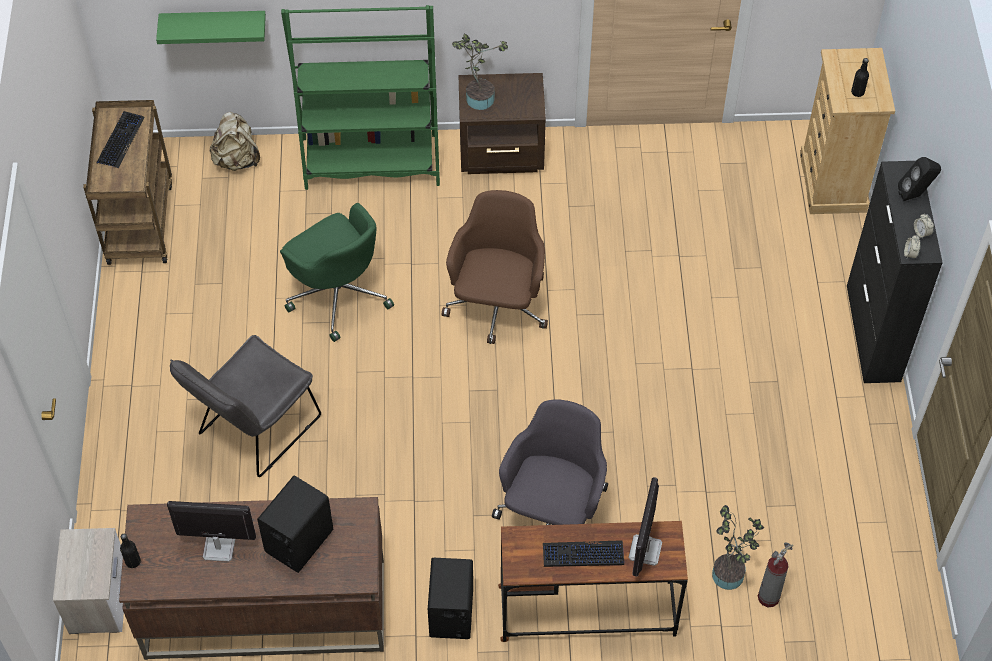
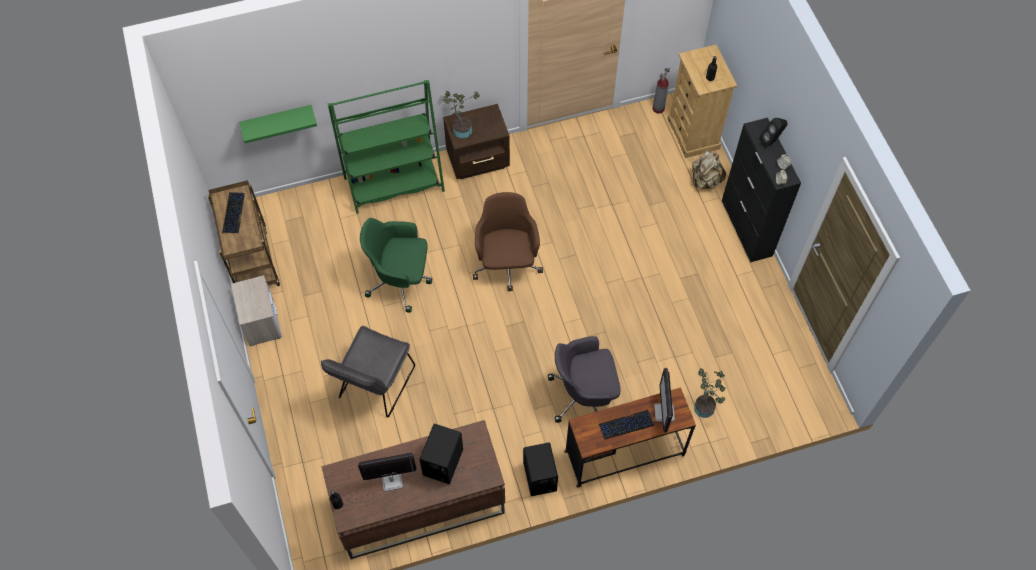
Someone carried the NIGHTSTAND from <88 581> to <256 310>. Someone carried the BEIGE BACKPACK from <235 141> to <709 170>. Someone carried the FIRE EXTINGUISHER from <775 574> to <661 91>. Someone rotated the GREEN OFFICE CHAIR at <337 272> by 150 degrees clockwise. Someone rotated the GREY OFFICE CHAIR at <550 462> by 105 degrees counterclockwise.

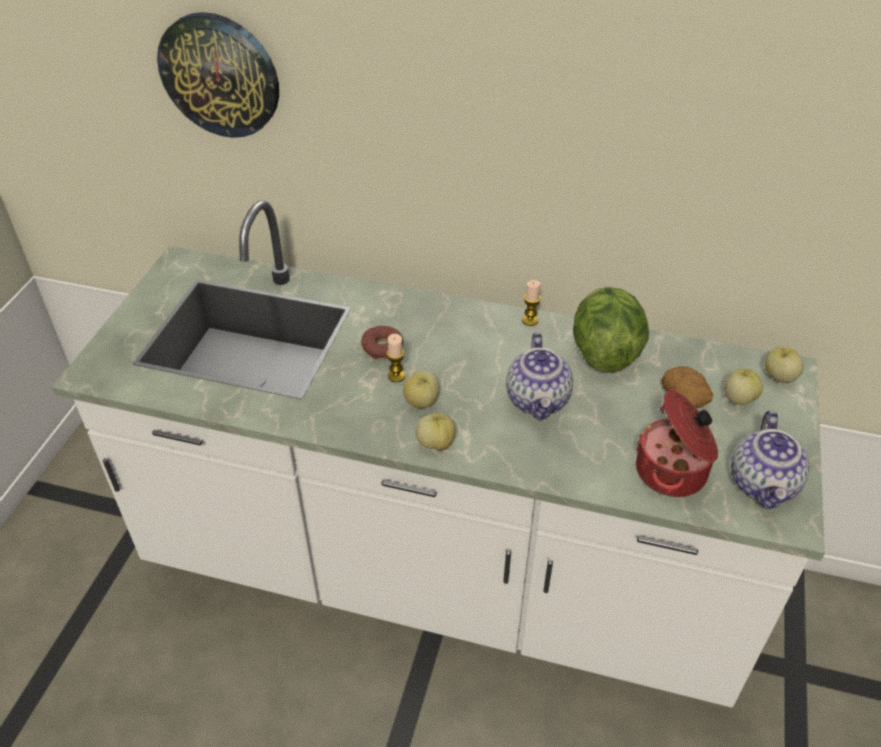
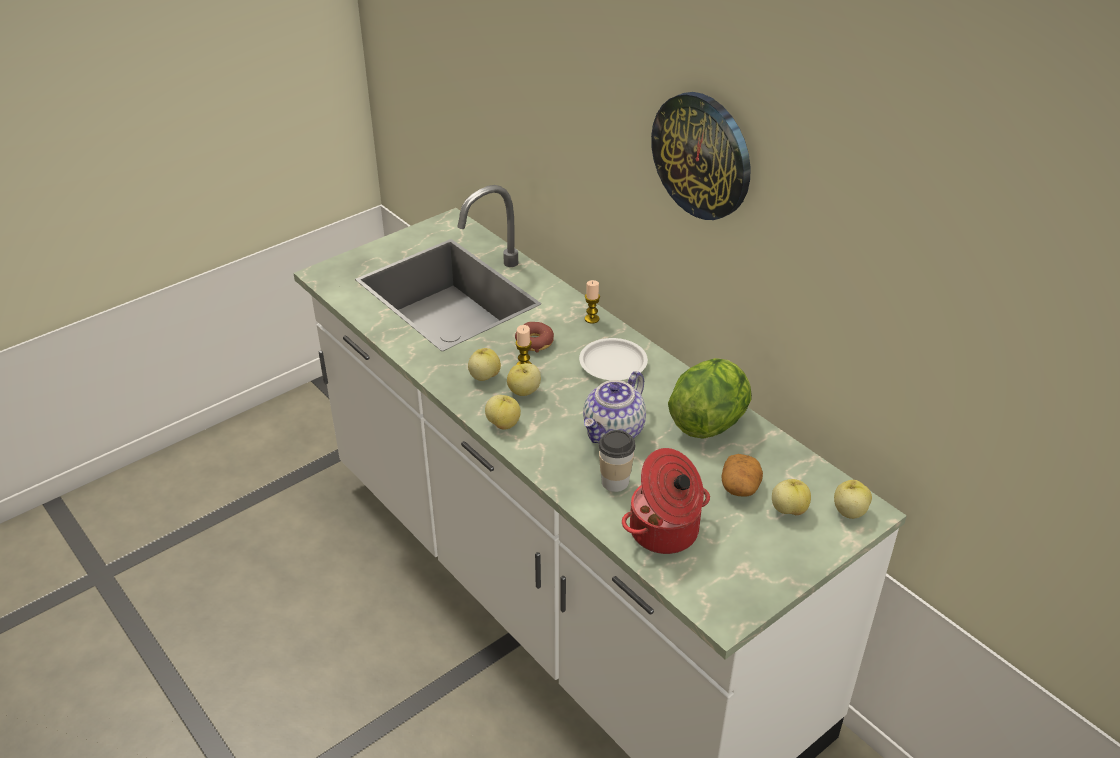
Someone took away the TEAPOT at <770 460>. Someone put down the APPLE at <484 364>. Someone put down the WHITE PLATE at <613 359>. Someone put down the CUP at <617 461>. Someone carried the WALL CLOCK from <218 75> to <701 156>. Someone carried the CANDLE from <531 303> to <592 302>.

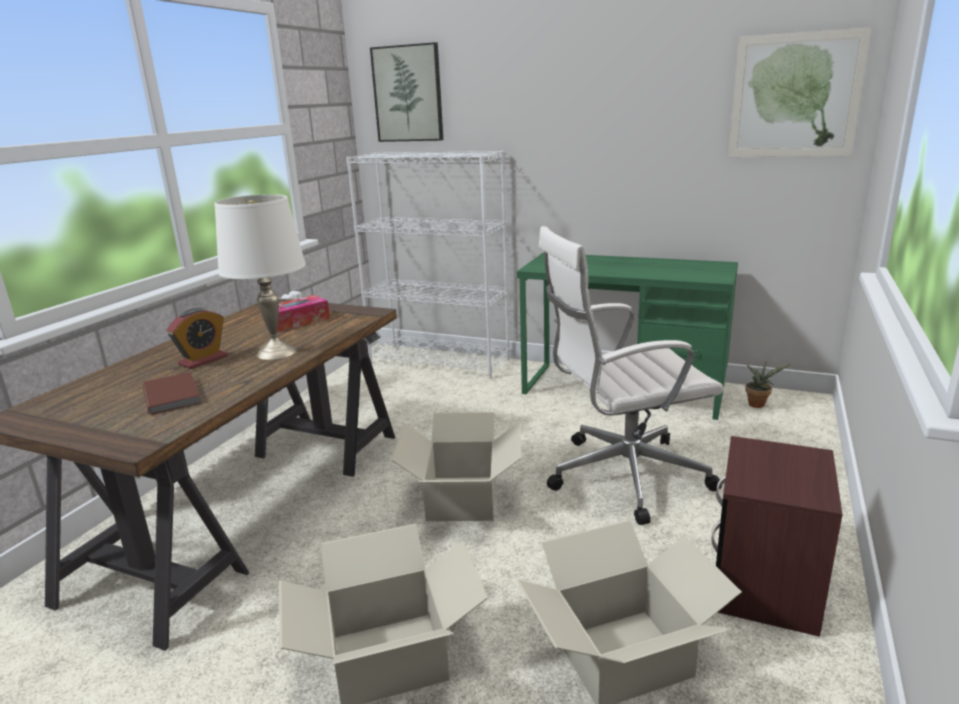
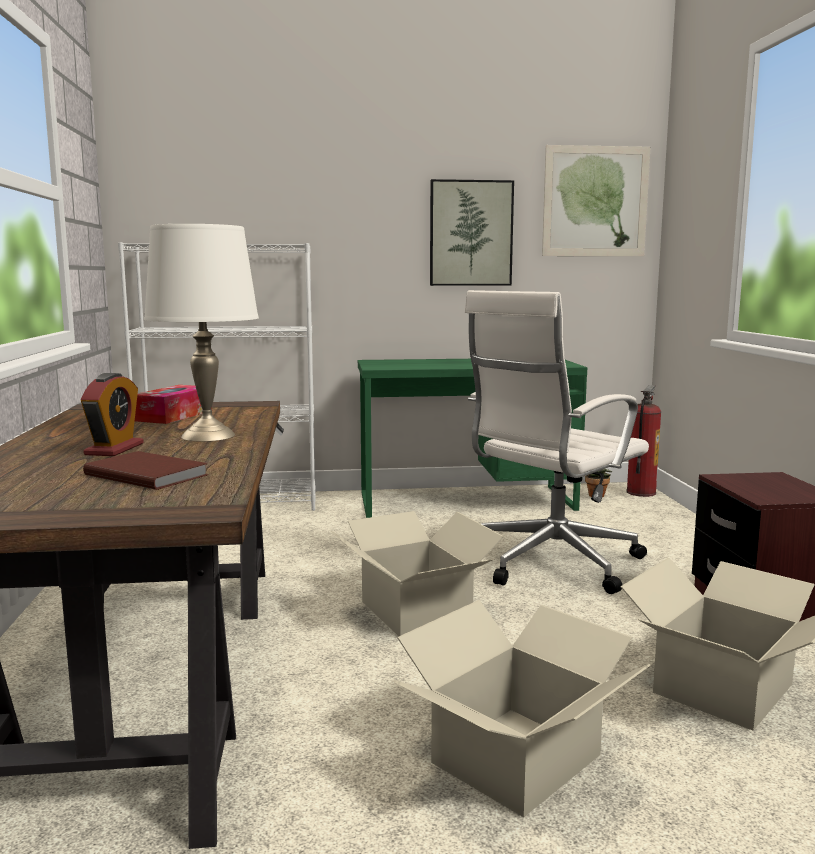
Someone put down the FIRE EXTINGUISHER at <644 441>. Someone carried the PICTURE from <406 92> to <472 232>.

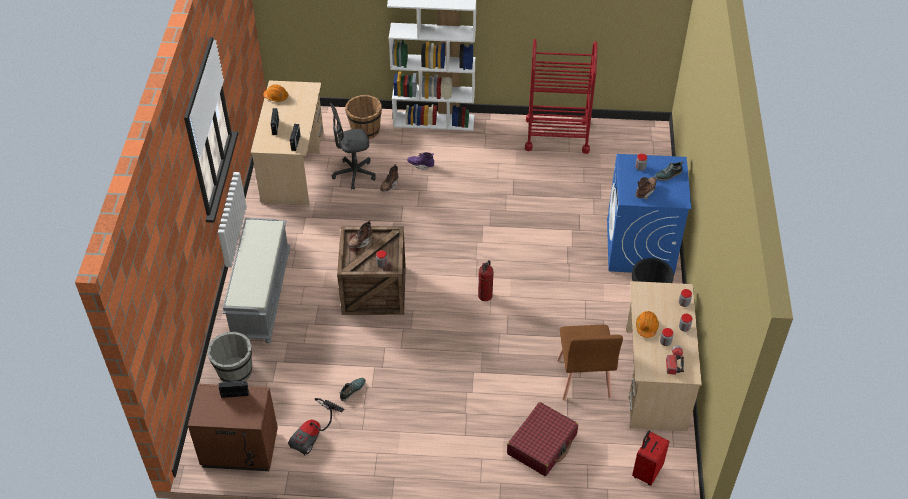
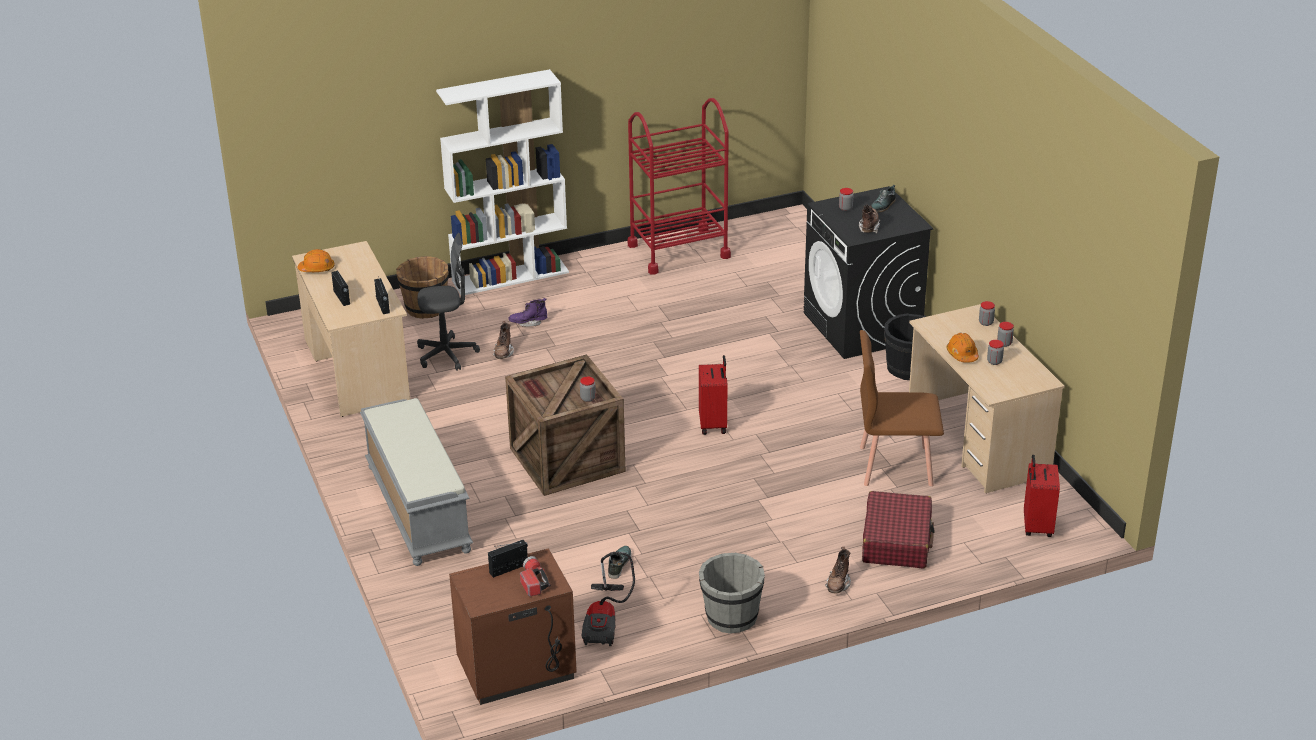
Someone carried the GREY BUCKET from <229 357> to <732 593>. Someone carried the BROWN BOOT from <360 234> to <838 570>. Someone carried the FLASHLIGHT from <675 360> to <535 576>. Someone swapped the FIRE EXTINGUISHER at <486 280> for the RED SUITCASE at <713 395>. Someone repainted the BLUE WASHING MACHINE at <649 214>, which became the BLACK WASHING MACHINE at <868 272>. Someone rotated the GREY OFFICE CHAIR at <353 146> by 150 degrees counterclockwise. Someone rotated the BROWN CHAIR at <590 362> by 120 degrees clockwise.

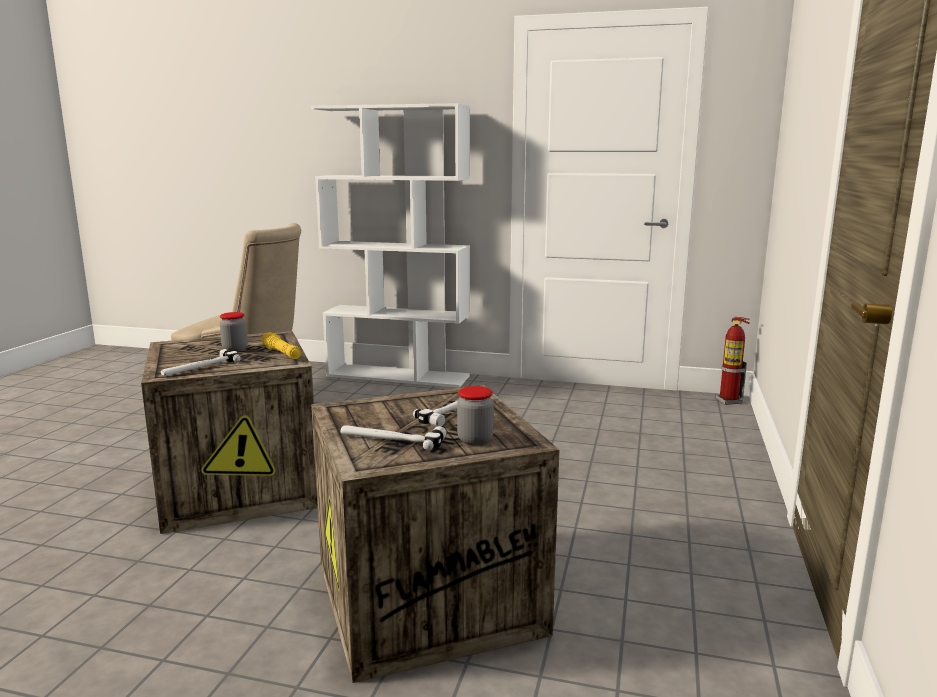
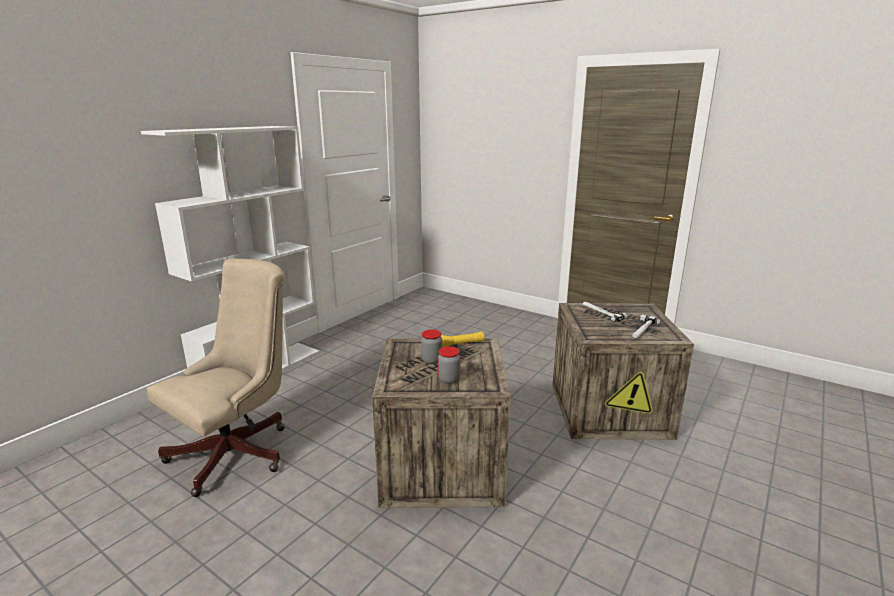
Someone took away the HAMMER at <201 362>. Someone took away the FIRE EXTINGUISHER at <733 361>. Someone carried the JAR from <475 416> to <449 365>.

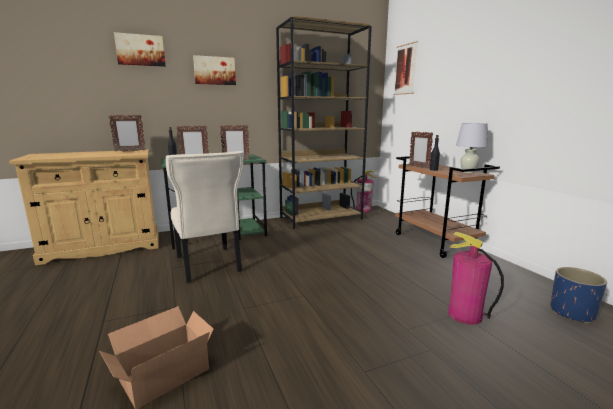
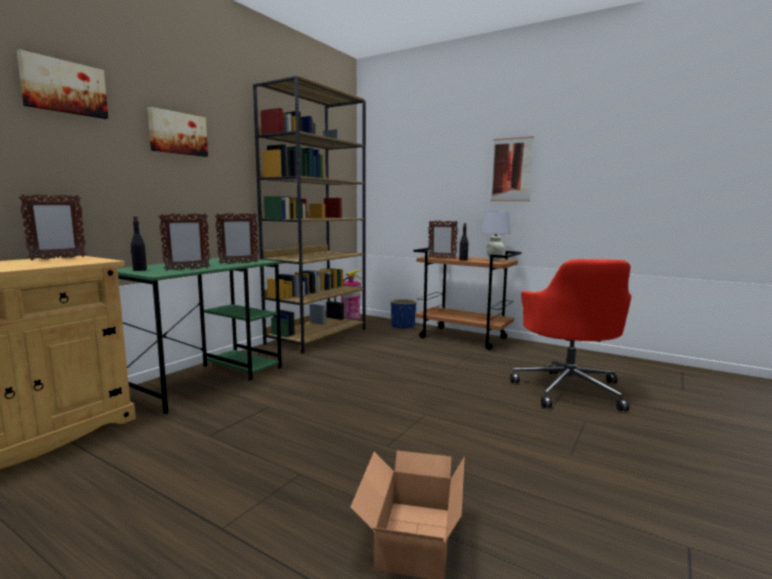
Someone took away the BEIGE CHAIR at <205 217>. Someone carried the PICTURE from <406 68> to <512 168>. Someone carried the BLUE PLANTER from <578 295> to <403 314>. Someone swapped the FIRE EXTINGUISHER at <476 278> for the RED OFFICE CHAIR at <571 335>.

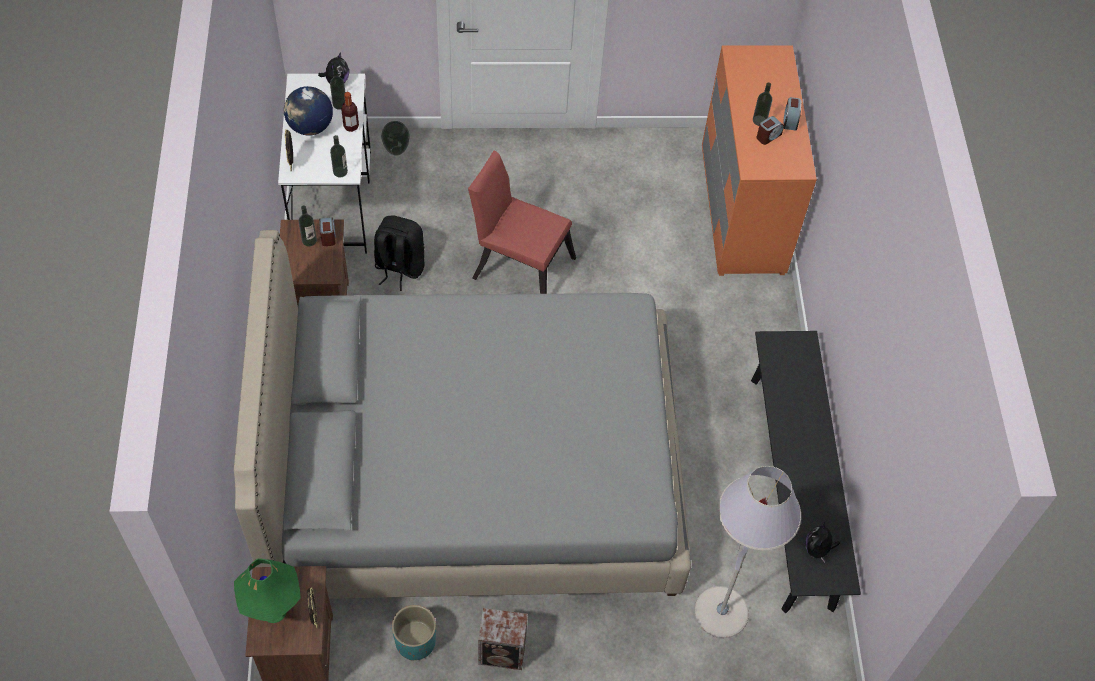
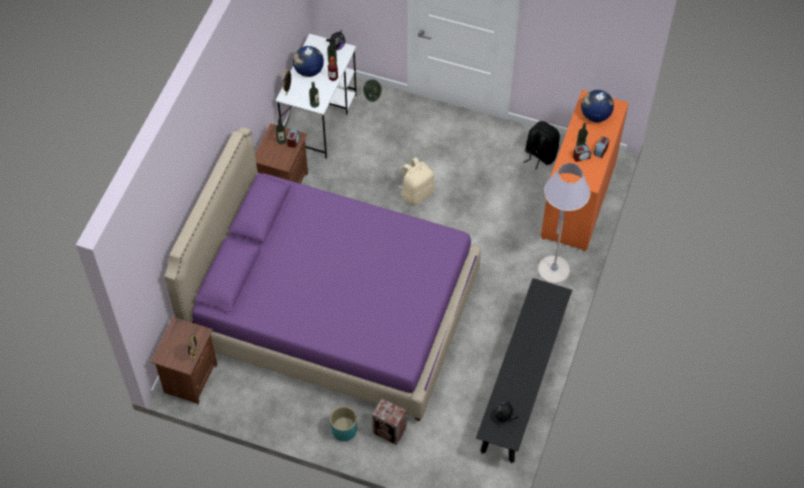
Someone took away the GREEN TABLE LAMP at <267 590>. Someone put down the GLOBE at <597 106>. Someone carried the BLACK BACKPACK from <399 253> to <542 145>. Someone carried the TURQUOISE PLANTER from <414 633> to <343 423>. Someone carried the SPEAKER from <503 639> to <389 422>. Someone carried the GREY FLOOR LAMP from <747 552> to <564 223>. Someone swapped the RED CHAIR at <522 222> for the BEIGE BACKPACK at <416 181>. Someone repainted the GREY BED at <462 414>, which became the PURPLE BED at <322 274>.

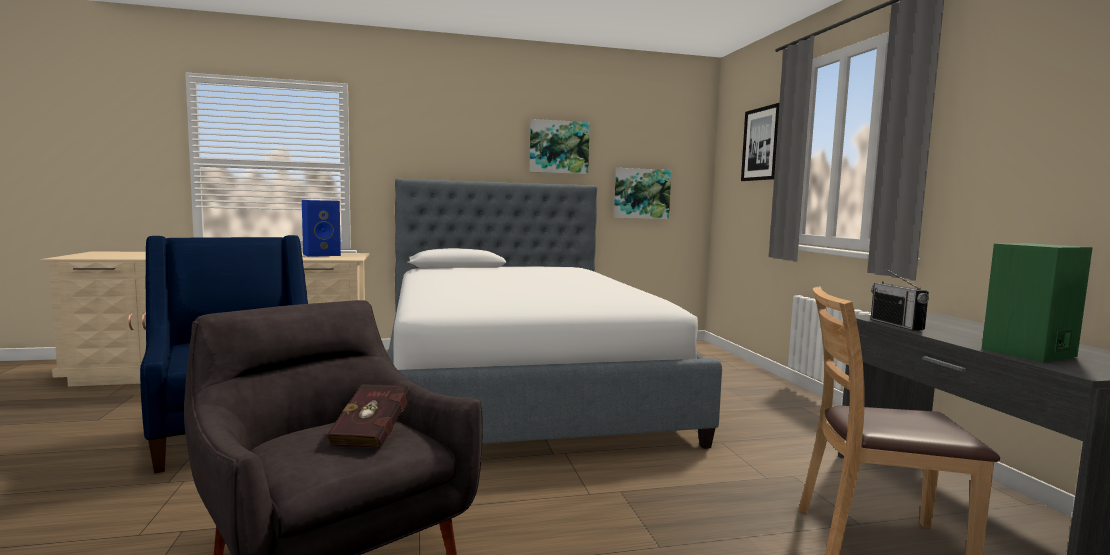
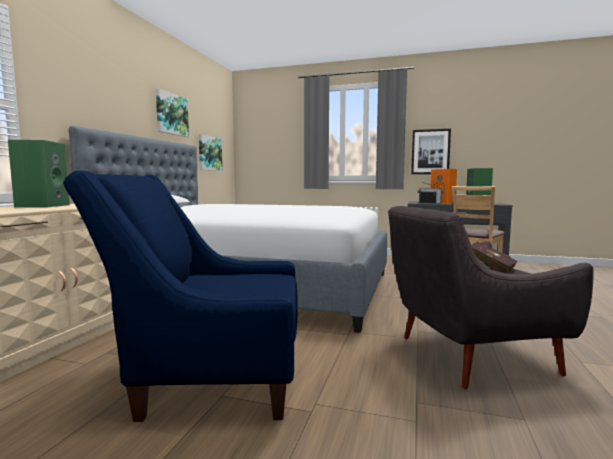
Someone put down the ORANGE SPEAKER at <443 186>. Someone carried the PICTURE from <760 142> to <431 151>. Someone repainted the BLUE SPEAKER at <321 228>, which became the GREEN SPEAKER at <39 173>.

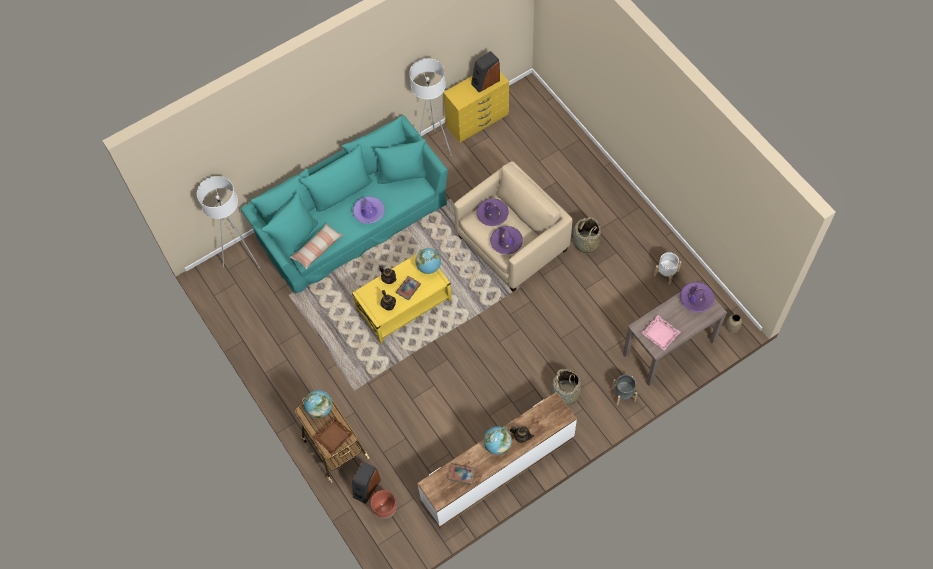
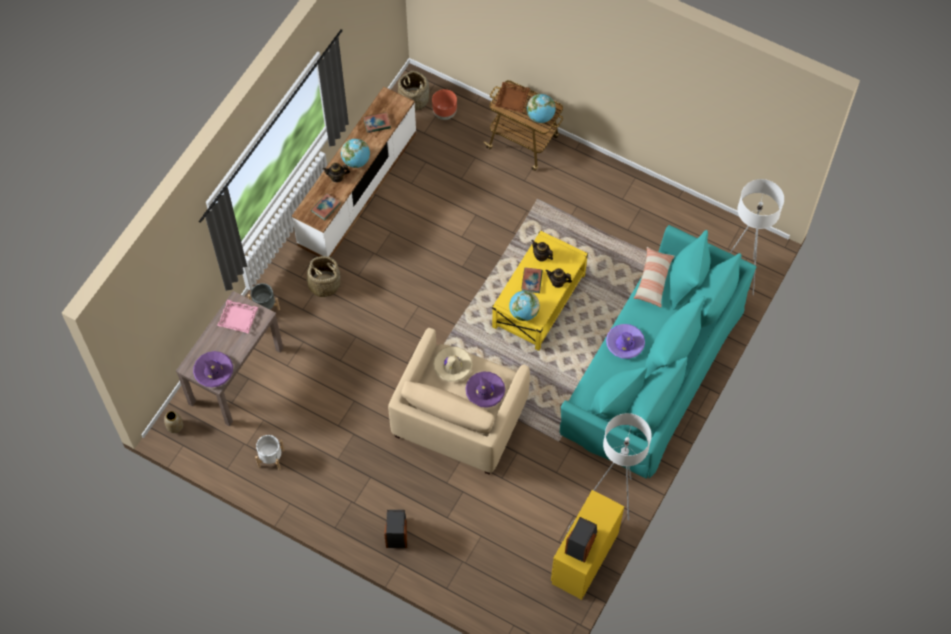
Someone put down the BOOK at <325 206>. Someone carried the SPEAKER from <366 482> to <395 529>. Someone carried the BASKET from <587 236> to <413 90>. Someone repainted the PURPLE HAT at <506 240>, which became the BEIGE HAT at <453 364>.

